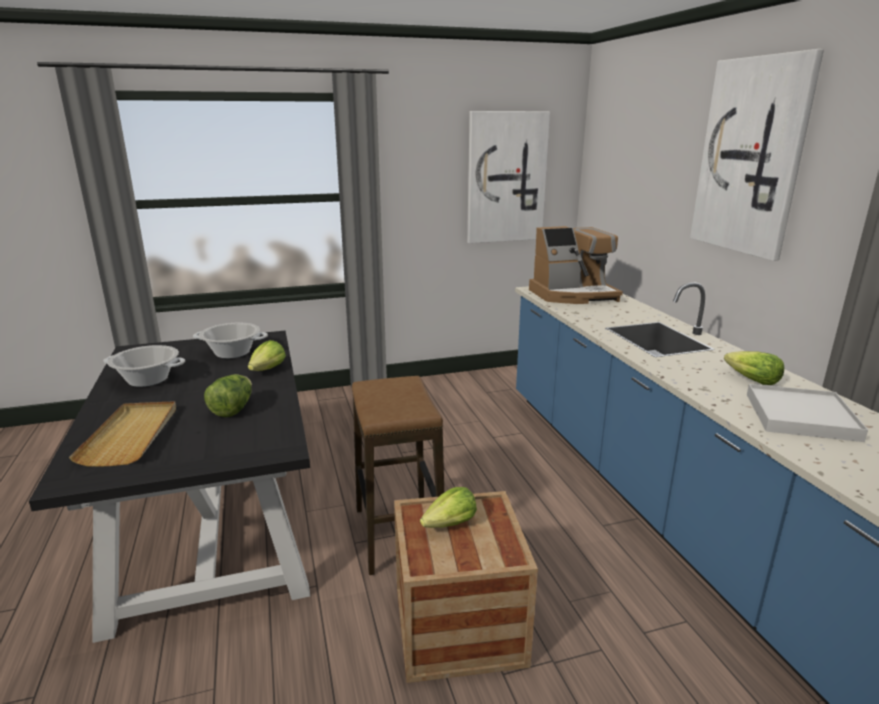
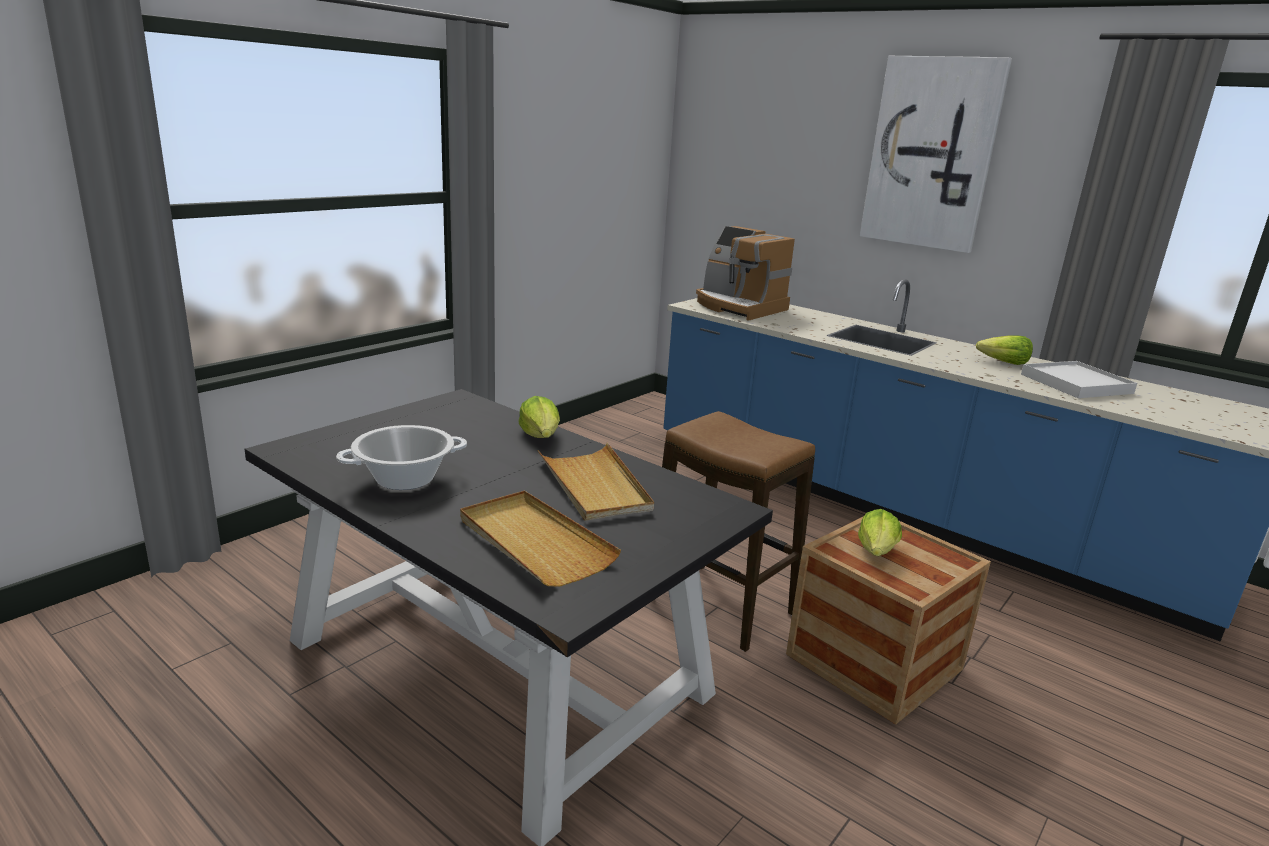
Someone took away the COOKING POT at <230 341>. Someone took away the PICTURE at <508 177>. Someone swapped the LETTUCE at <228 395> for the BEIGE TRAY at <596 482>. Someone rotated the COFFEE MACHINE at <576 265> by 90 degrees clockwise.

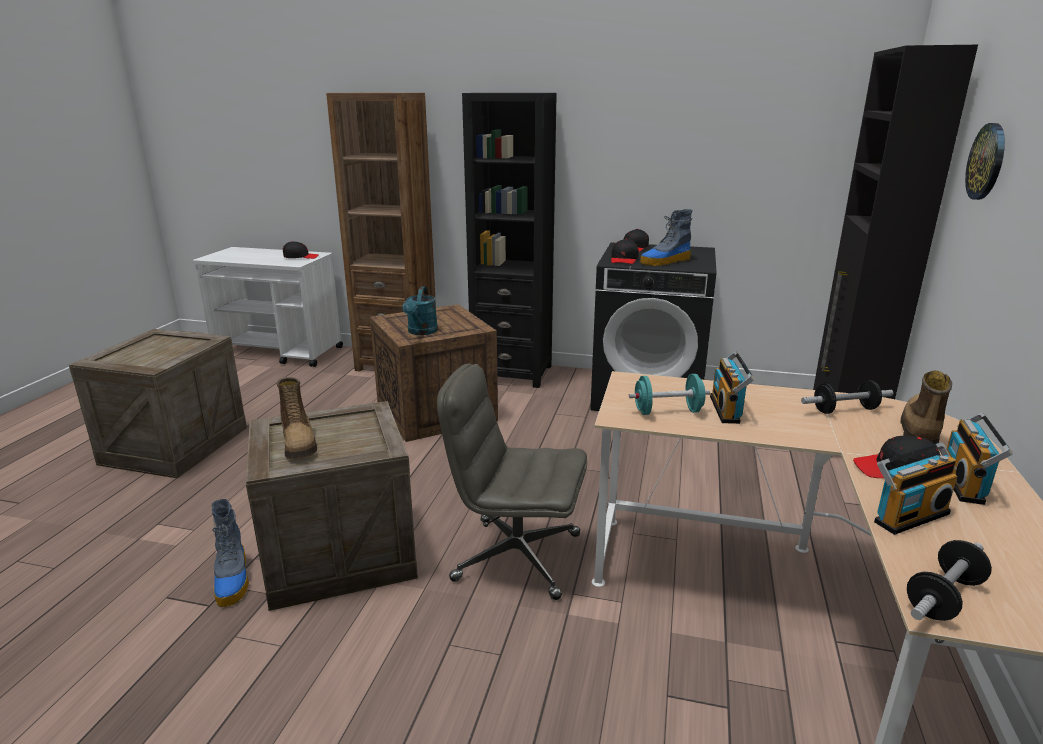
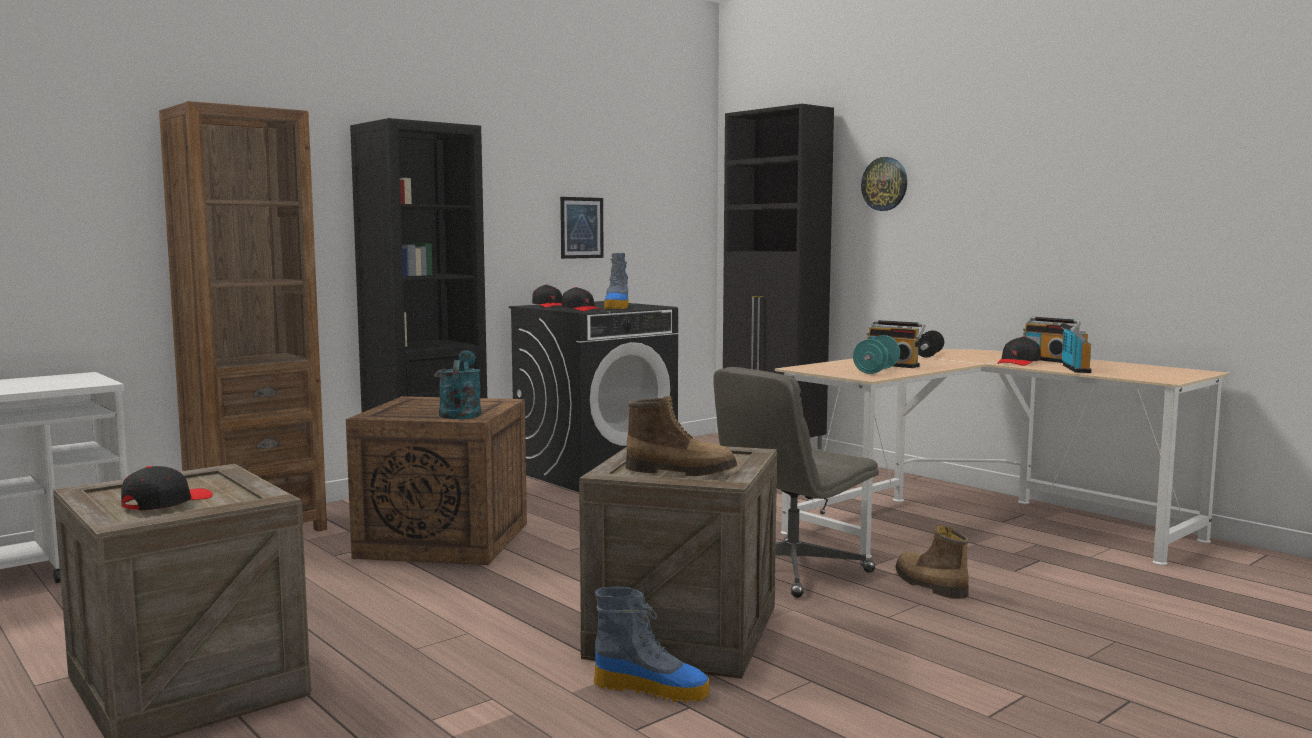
Someone took away the DUMBBELL at <949 580>. Someone put up the PICTURE at <582 228>. Someone carried the BLACK CAP from <301 250> to <167 488>. Someone carried the BOOT from <926 407> to <932 562>. Someone rotated the TURQUOISE WATERING CAN at <420 310> by 135 degrees counterclockwise.

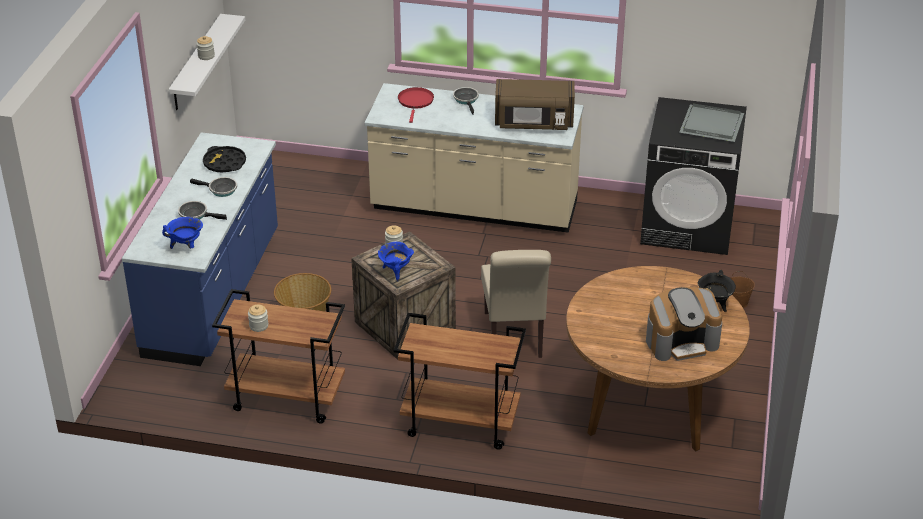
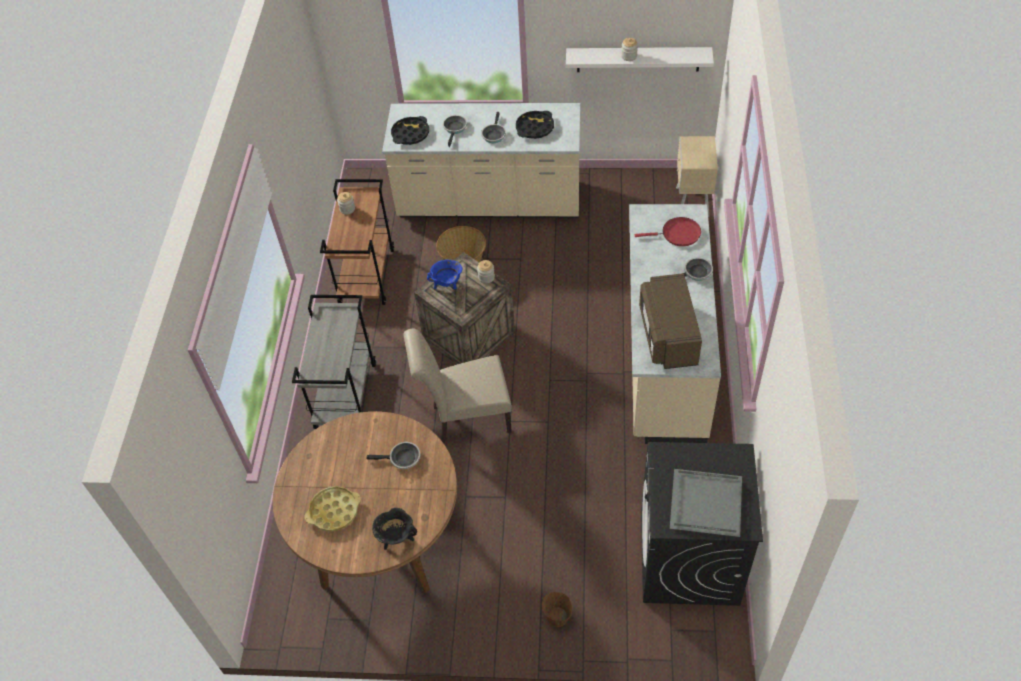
Someone put down the FRYING PAN at <393 455>. Someone put down the BEIGE NIGHTSTAND at <697 176>. Someone swapped the BLUE COOKING POT at <182 233> for the BLACK TRAY at <410 130>. Someone swapped the COFFEE MACHINE at <684 324> for the YELLOW TRAY at <332 509>. Someone repainted the BLUE COUNTER at <200 249>, which became the BEIGE COUNTER at <481 160>. Someone repainted the BROWN CART at <460 381>, which became the GREY CART at <334 362>.

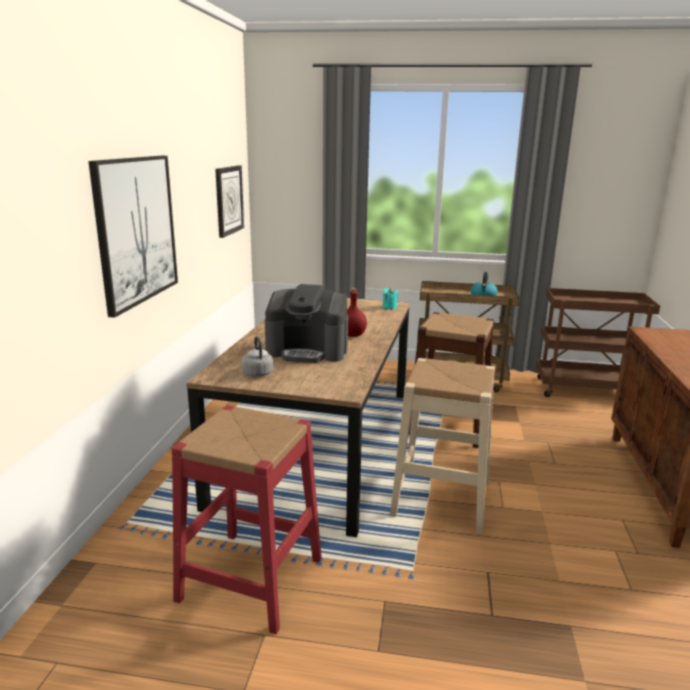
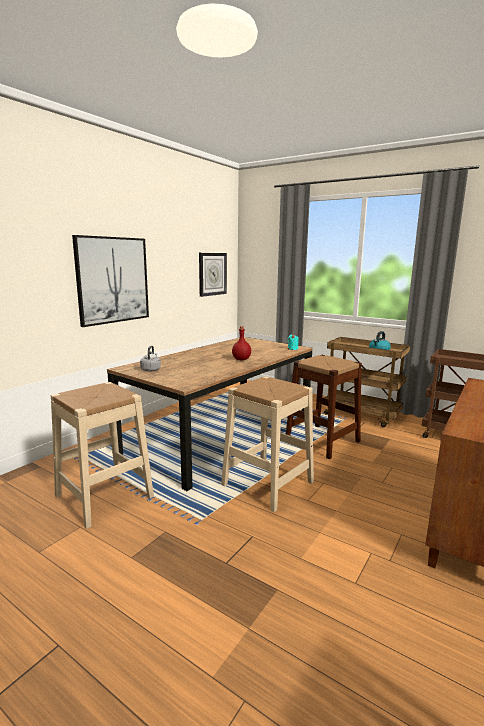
Someone took away the COFFEE MACHINE at <306 323>. Someone repainted the RED STOOL at <247 519>, which became the BEIGE STOOL at <102 455>.

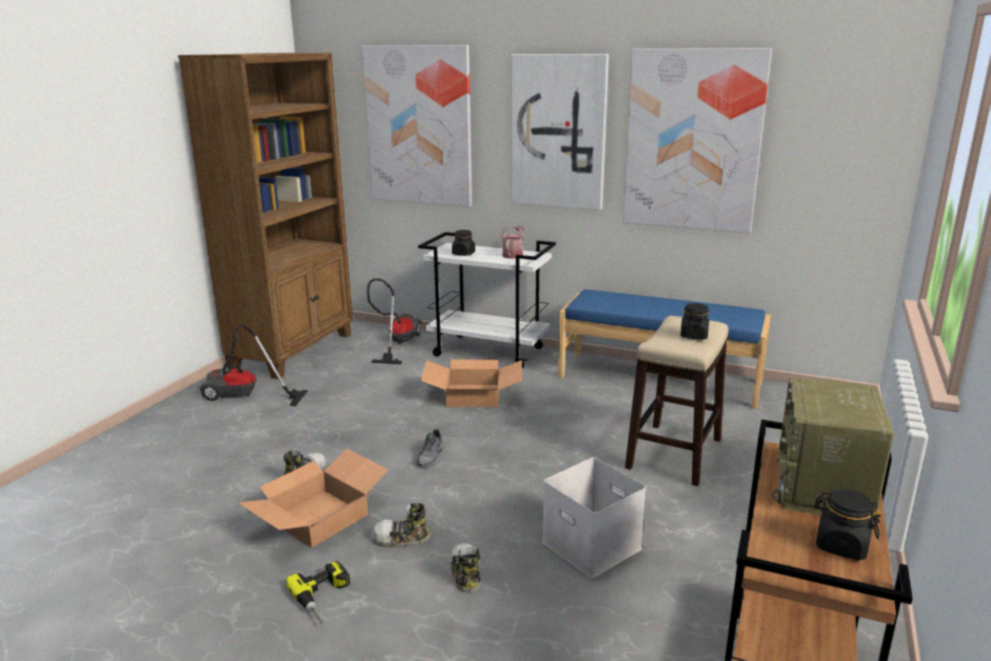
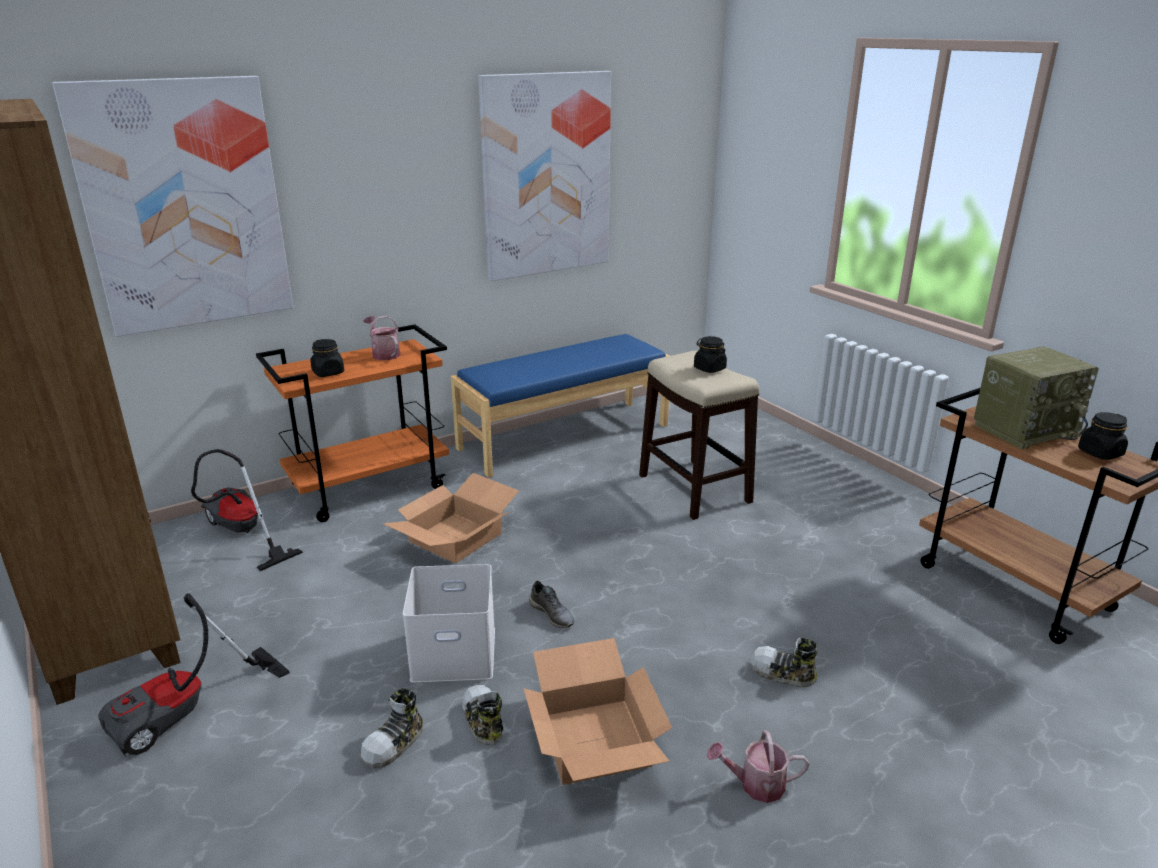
Someone took away the PICTURE at <560 132>. Someone carried the SHOE from <401 525> to <392 728>. Someone carried the WHITE STORAGE BOX from <594 517> to <449 623>. Someone swapped the POWER DRILL at <318 592> for the WATERING CAN at <758 766>. Someone repainted the WHITE CART at <487 300>, which became the ORANGE CART at <352 423>. Someone rotated the RADIO at <833 446> by 75 degrees counterclockwise.

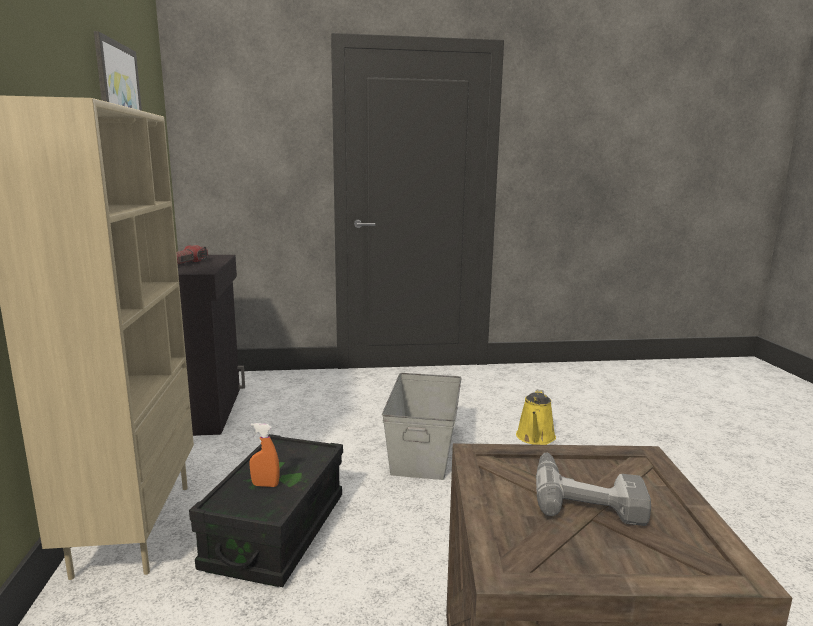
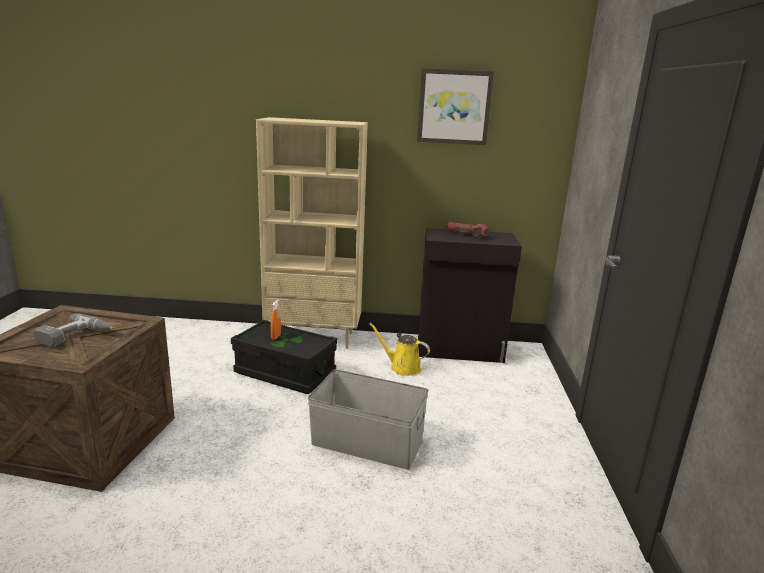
Someone carried the YELLOW WATERING CAN from <536 417> to <399 349>.

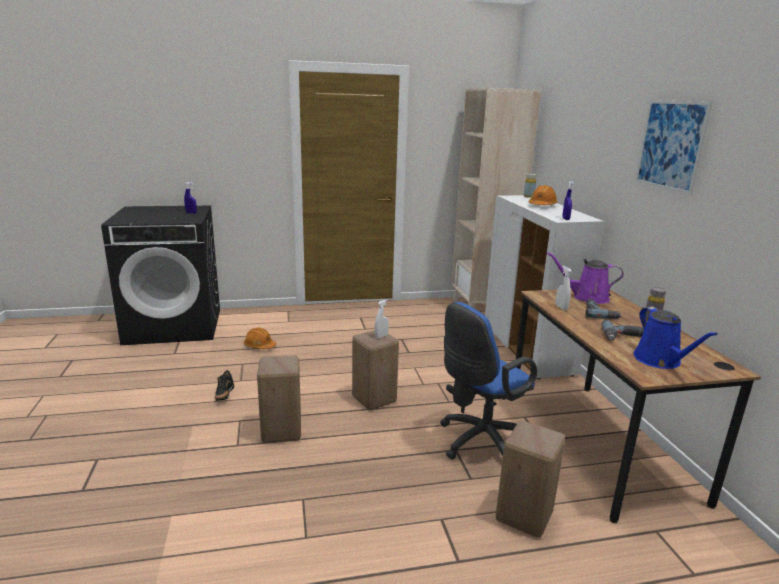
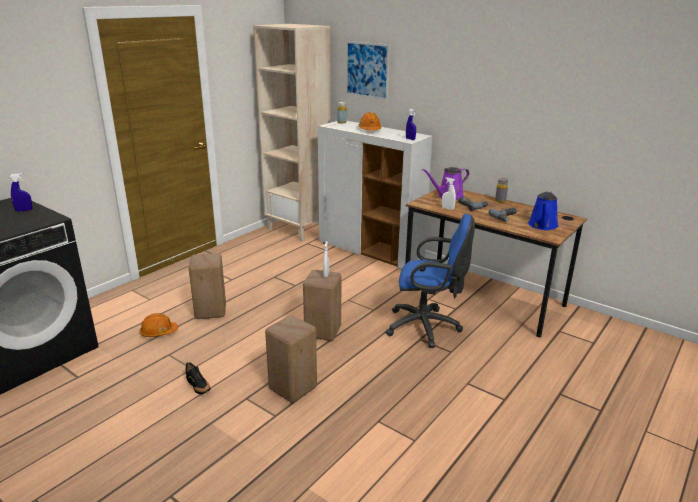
Someone carried the BEIGE STOOL from <530 479> to <207 286>. Someone carried the PICTURE from <674 147> to <368 70>. Someone rotated the BLUE OFFICE CHAIR at <488 381> by 90 degrees counterclockwise. Someone rotated the BLUE WATERING CAN at <676 338> by 75 degrees clockwise.

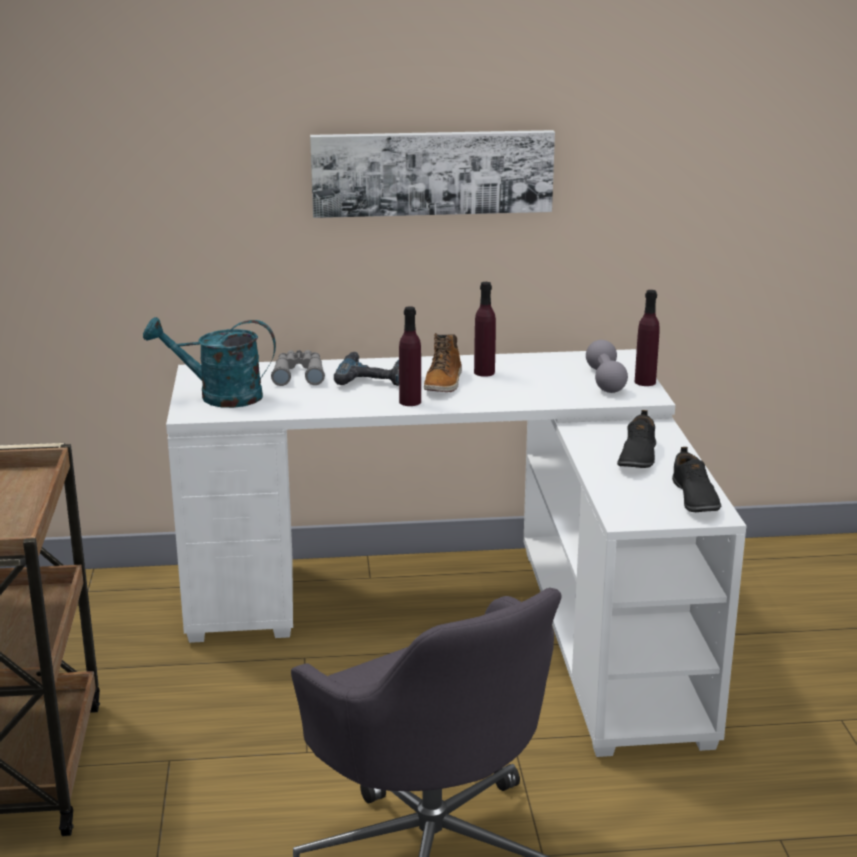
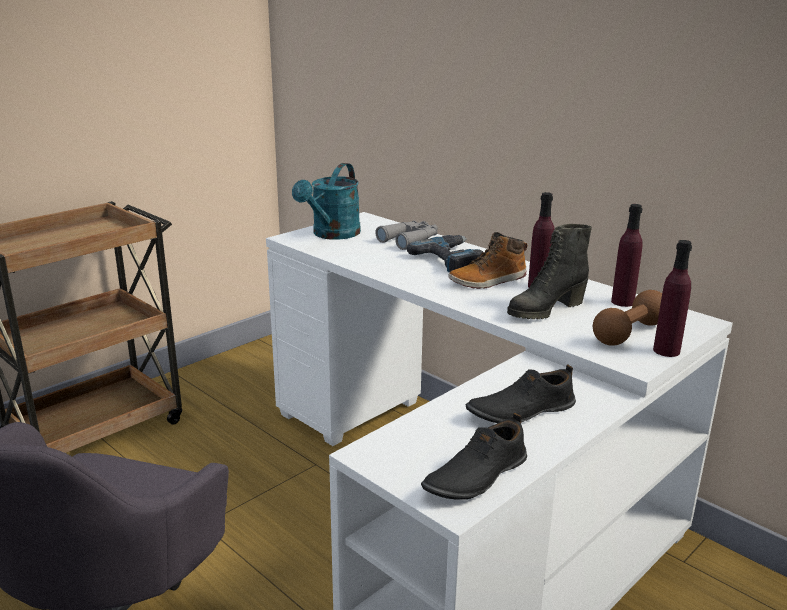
Someone took away the PICTURE at <432 174>. Someone put down the BLACK BOOT at <549 271>. Someone carried the PURPLE BOTTLE from <410 356> to <626 255>. Someone repainted the GREY DUMBBELL at <607 366>, which became the BROWN DUMBBELL at <627 318>. Someone rotated the TURQUOISE WATERING CAN at <209 362> by 120 degrees counterclockwise.

